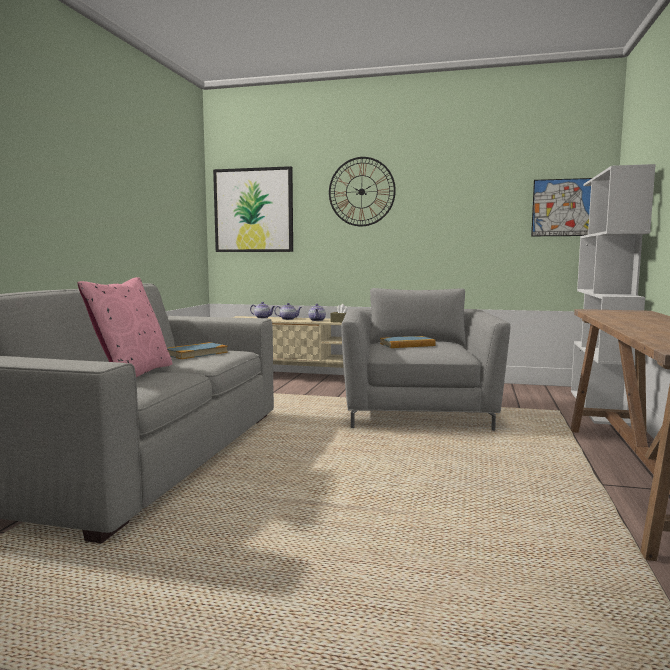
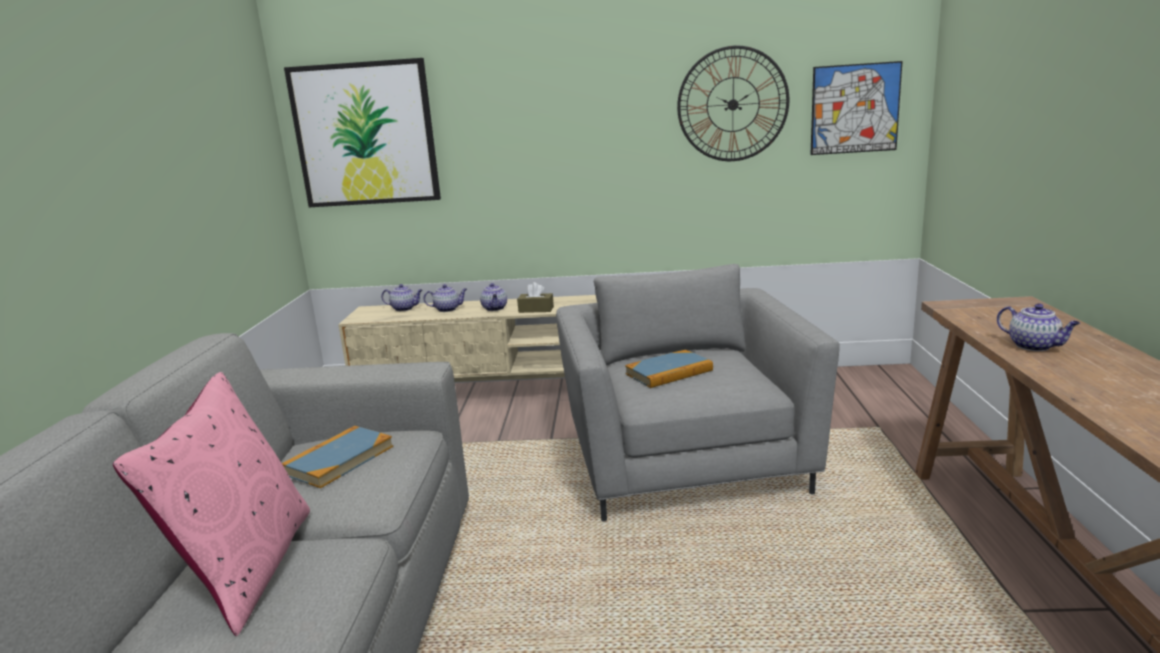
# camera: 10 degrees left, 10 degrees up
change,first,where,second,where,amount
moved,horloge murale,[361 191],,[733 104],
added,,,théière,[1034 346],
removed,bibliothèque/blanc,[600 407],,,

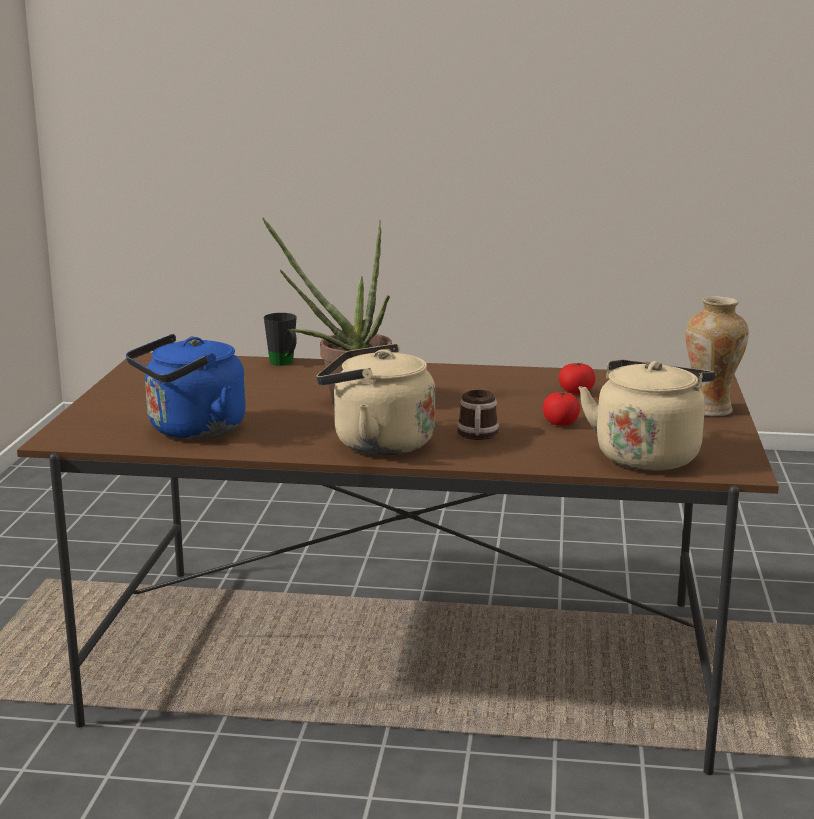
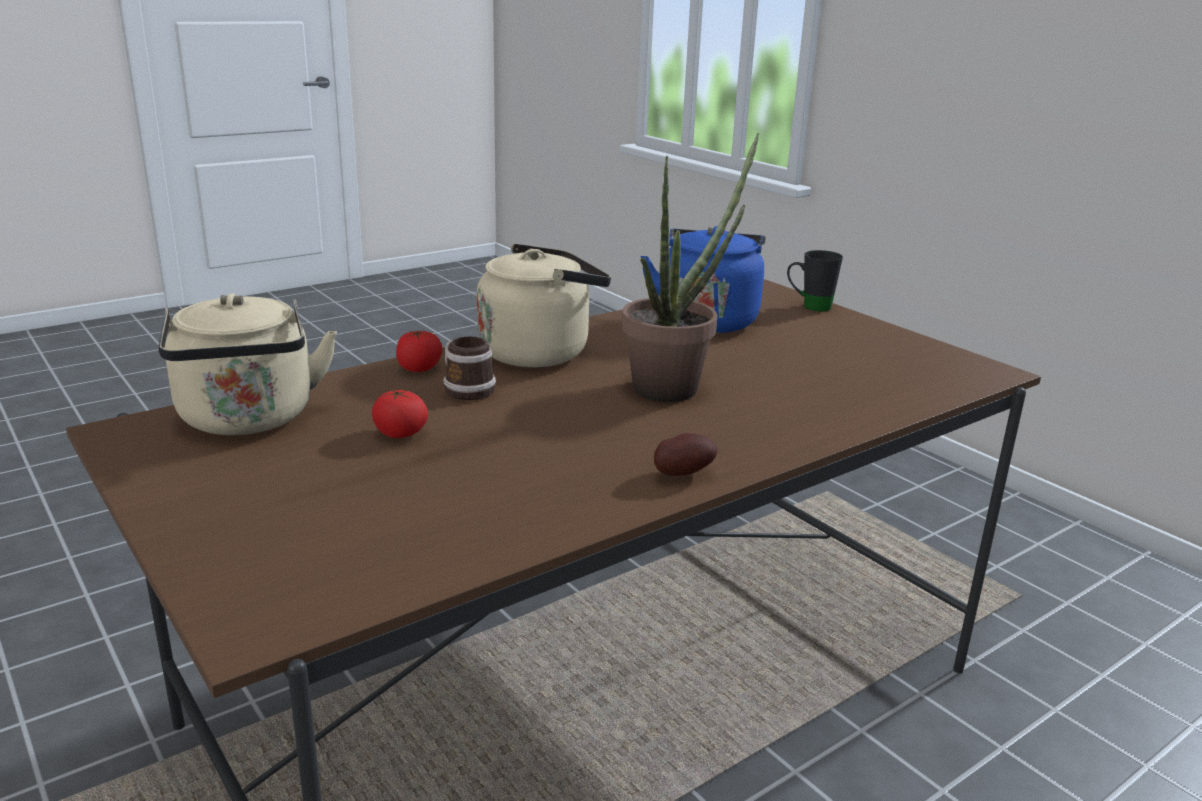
# camera: 135 degrees right, 5 degrees up
change,first,where,second,where,amount
moved,tomate,[576 392],,[419 368],
added,,,pomme de terre,[681 473],
moved,mug/noir,[284 363],,[809 306],
removed,vase,[711 410],,,

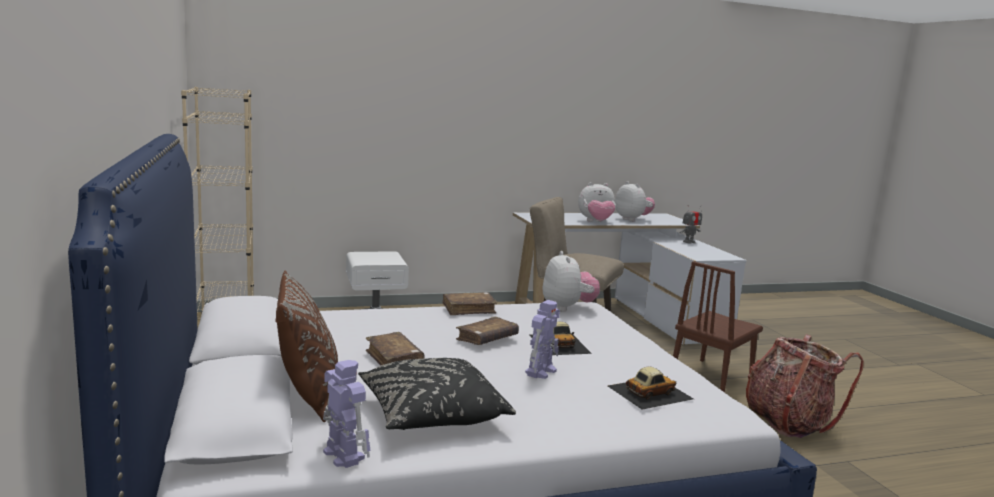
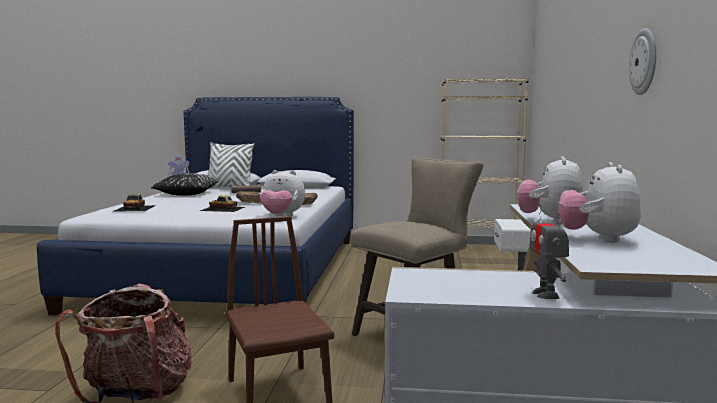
# camera: 115 degrees right, 5 degrees down
change,first,where,second,where,amount
recoloured,coussin/marron,[307 395],coussin/blanc,[229 188],
turned,peluche,[632 219],,[598 239],105 degrees clockwise
added,,,horloge murale,[644 62],
removed,robot jouet,[541 371],,,

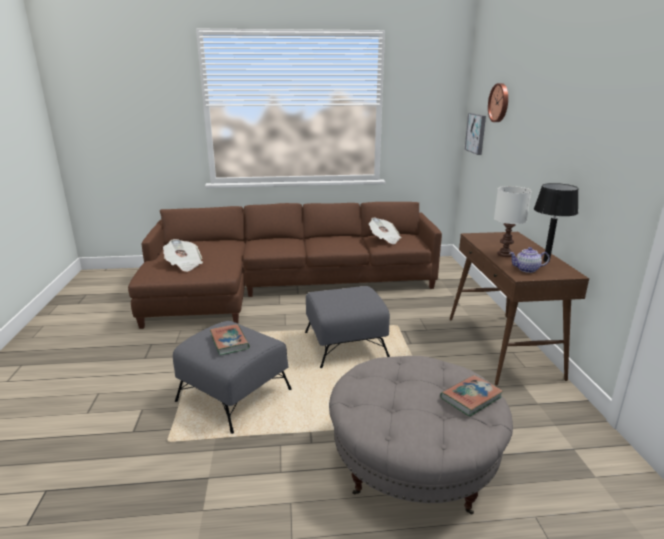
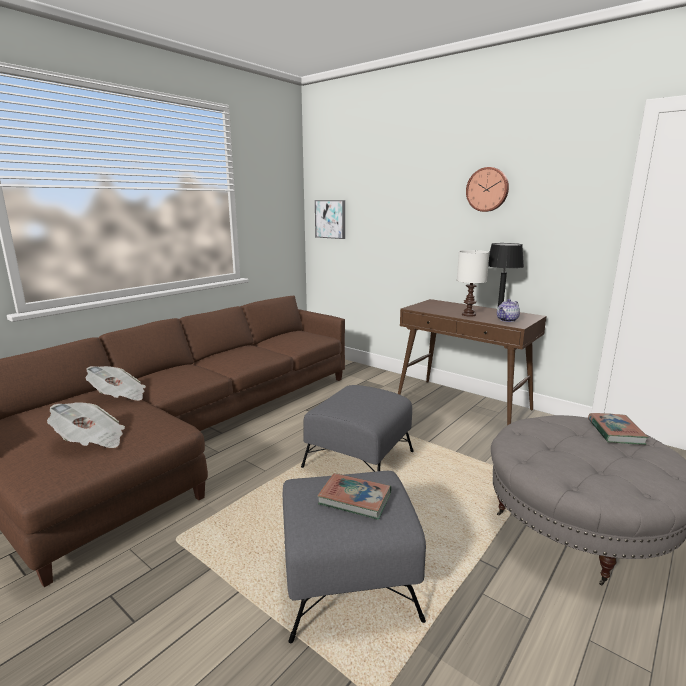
# camera: 45 degrees left, 5 degrees down
change,first,where,second,where,amount
moved,journal,[384 239],,[119 396],
moved,horloge murale,[499 103],,[487 189],

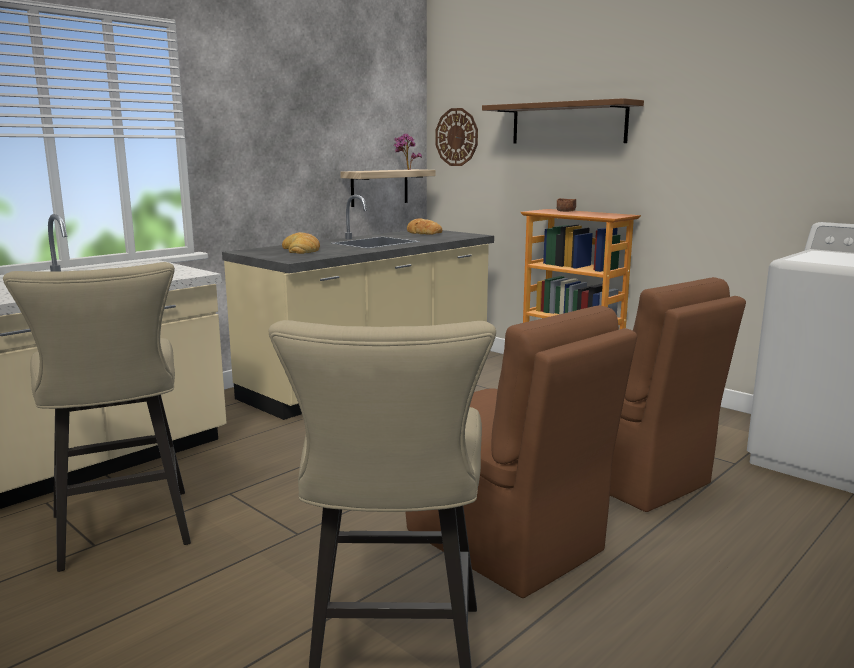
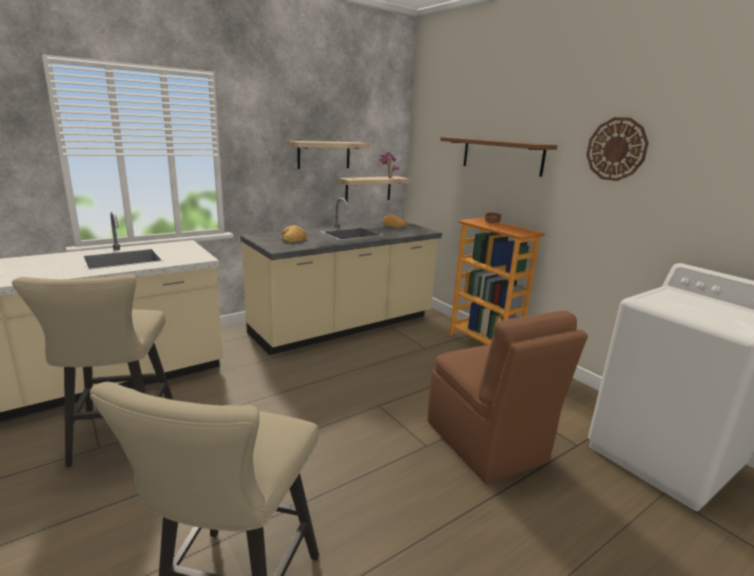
# camera: 10 degrees right, 5 degrees up
change,first,where,second,where,amount
added,,,étagère,[324 155],
moved,horloge murale,[456 137],,[616 149],
removed,chaise/marron,[506 543],,,

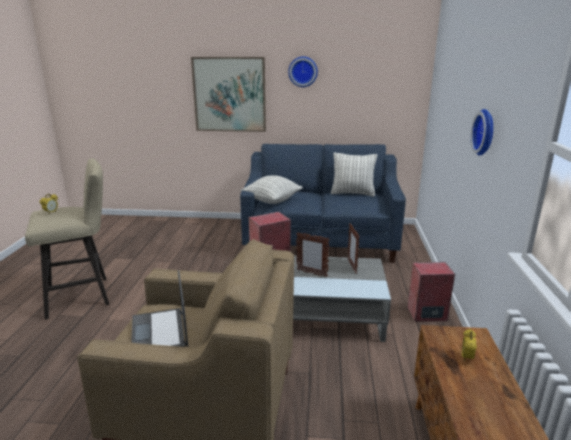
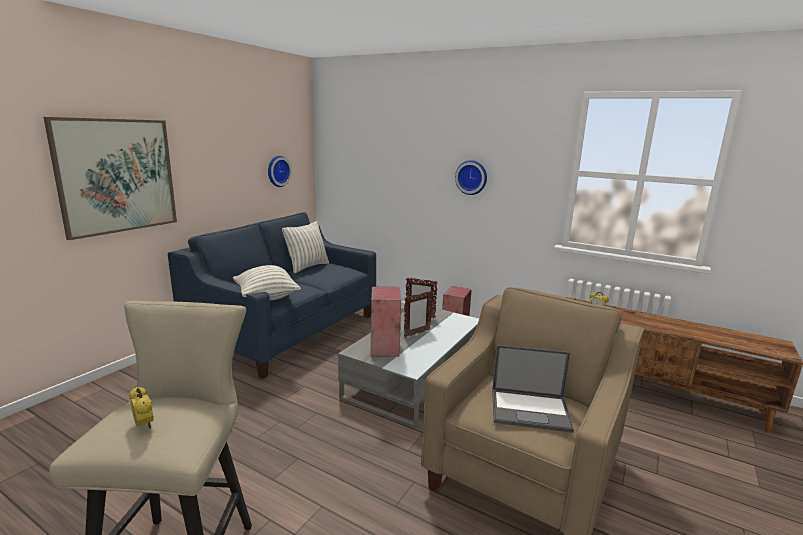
# camera: 65 degrees left, 5 degrees down
change,first,where,second,where,amount
moved,horloge murale,[303 71],,[277 171],

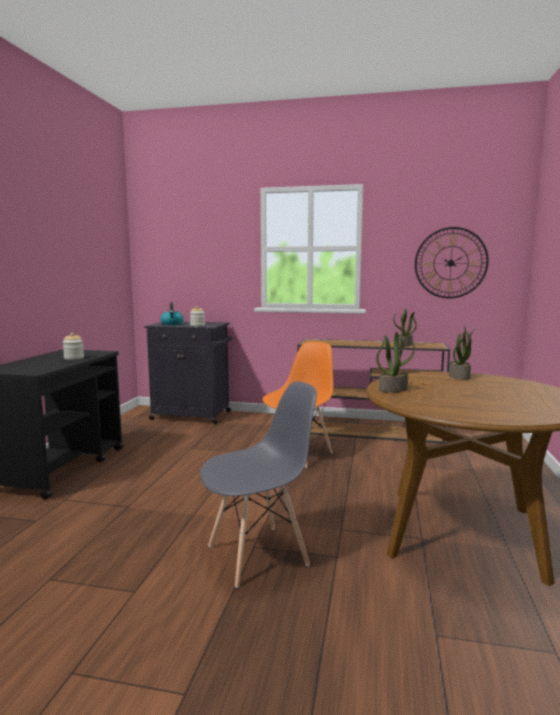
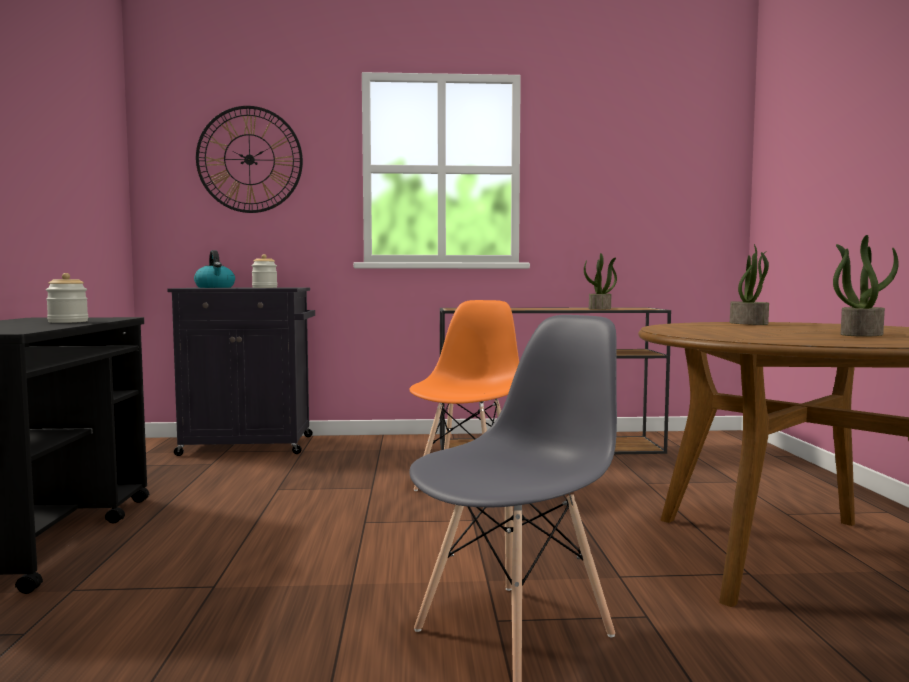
# camera: 15 degrees left, 5 degrees down
change,first,where,second,where,amount
moved,horloge murale,[450 263],,[249 159],
moved,plante en pot,[393 389],,[861 334],

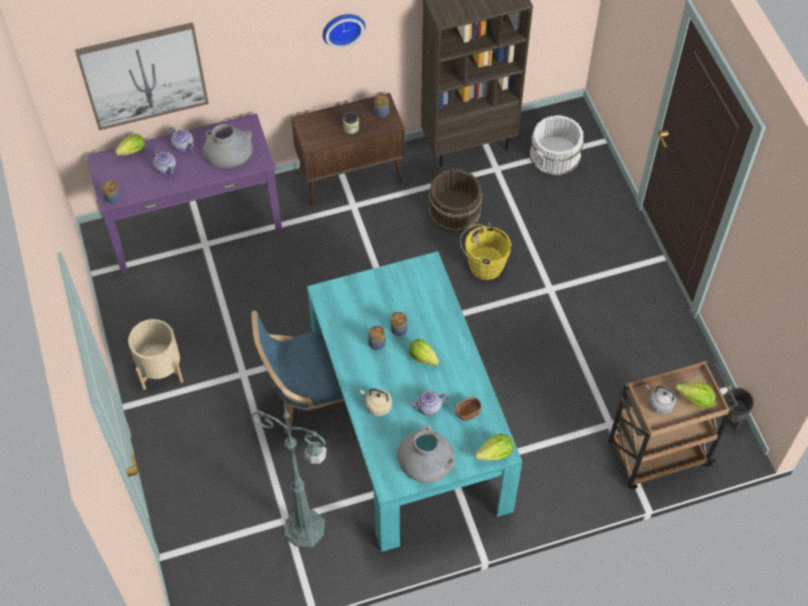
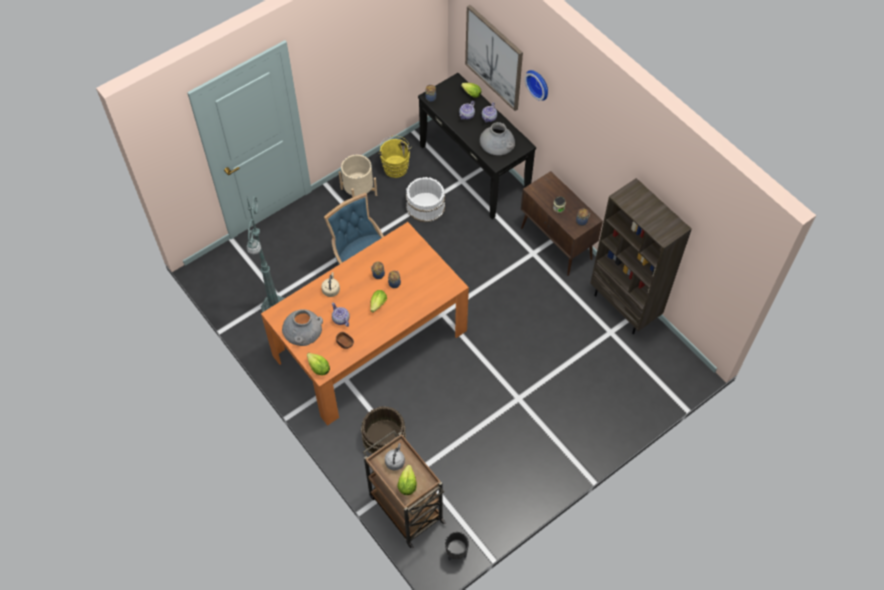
# camera: 70 degrees right, 0 degrees up
change,first,where,second,where,amount
recoloured,table à manger/turquoise,[410 426],table à manger/orange,[370 343],
moved,seau/marron,[454 209],,[383 437],
moved,seau/jaune,[483 265],,[395 166],
moved,seau/blanc,[555 155],,[425 207],
recoloured,table console/violet,[194 224],table console/noir,[474 170],
moved,horloge murale,[342 27],,[539 84],

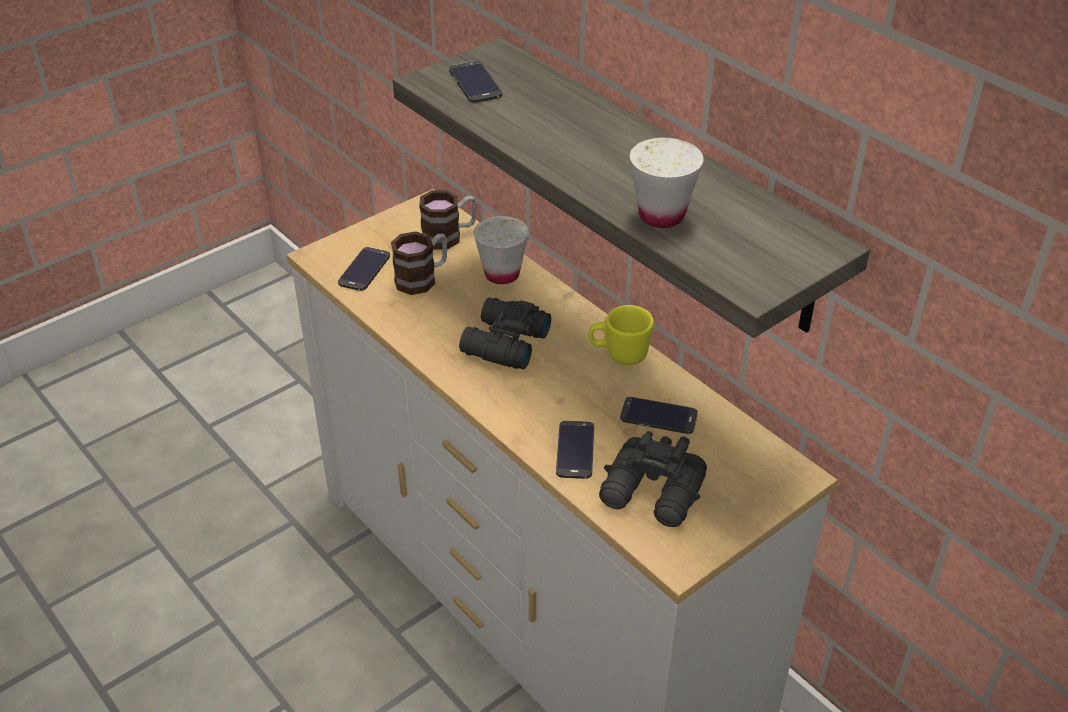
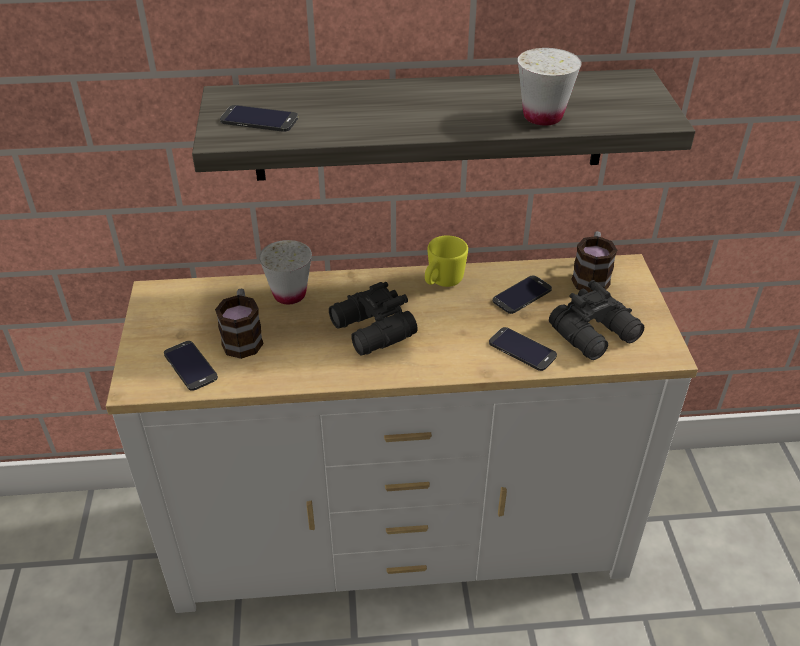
# camera: 55 degrees left, 0 degrees up
change,first,where,second,where,amount
moved,mug,[449 236],,[591 276],

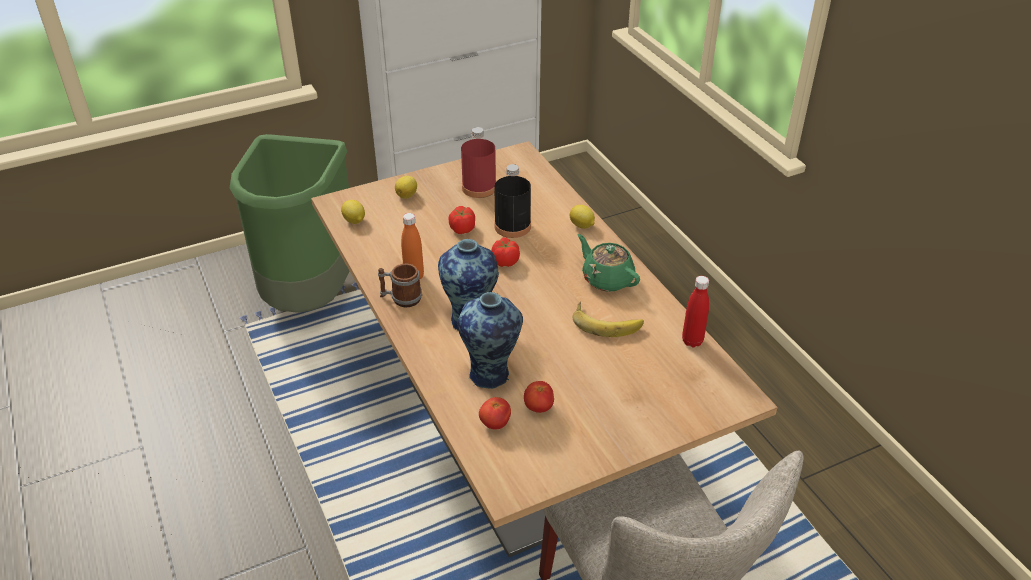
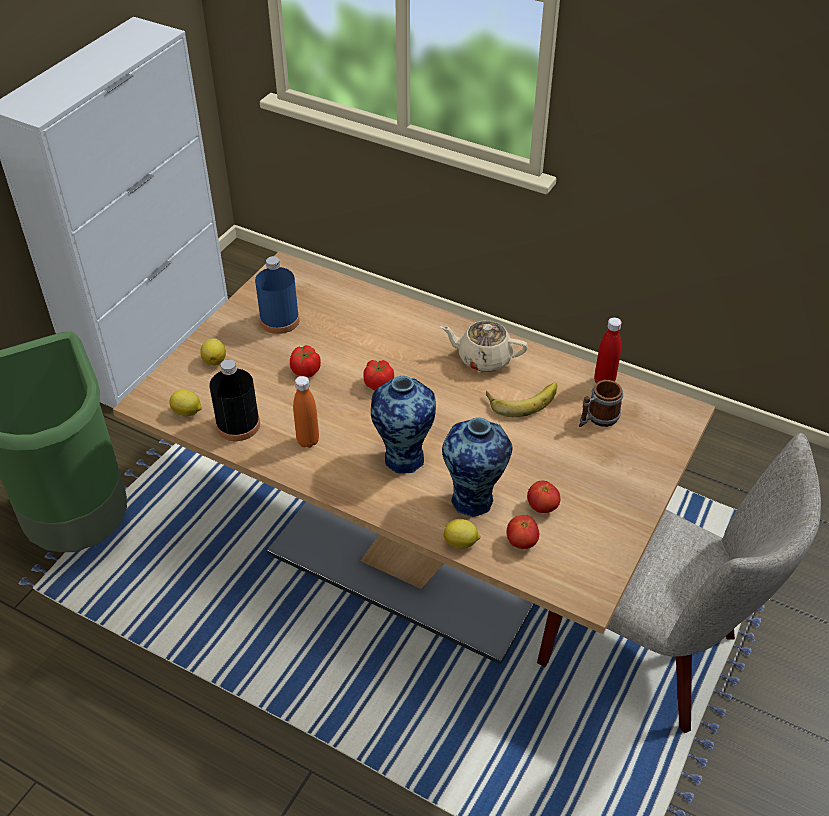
# camera: 35 degrees left, 5 degrees up
change,first,where,second,where,amount
moved,bouteille/noir,[512 226],,[238 425],
recoloured,bouteille/rouge,[479 188],bouteille/bleu,[279 320],
recoloured,théière/vert,[606 279],théière/beige,[483 358],
moved,citron,[582 226],,[461 543],
moved,mug,[401 298],,[597 419],

